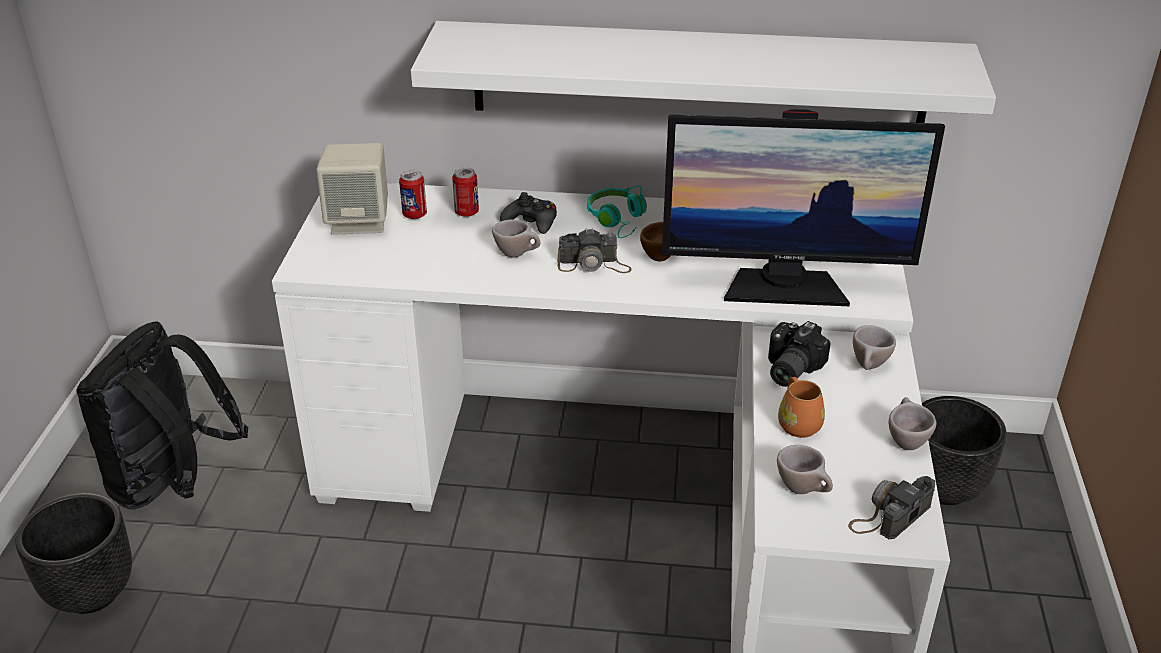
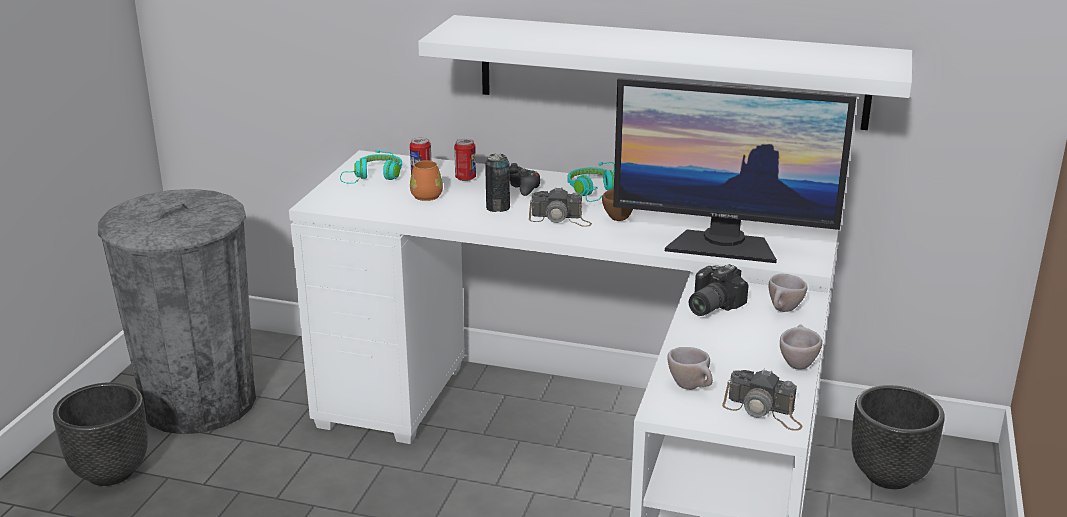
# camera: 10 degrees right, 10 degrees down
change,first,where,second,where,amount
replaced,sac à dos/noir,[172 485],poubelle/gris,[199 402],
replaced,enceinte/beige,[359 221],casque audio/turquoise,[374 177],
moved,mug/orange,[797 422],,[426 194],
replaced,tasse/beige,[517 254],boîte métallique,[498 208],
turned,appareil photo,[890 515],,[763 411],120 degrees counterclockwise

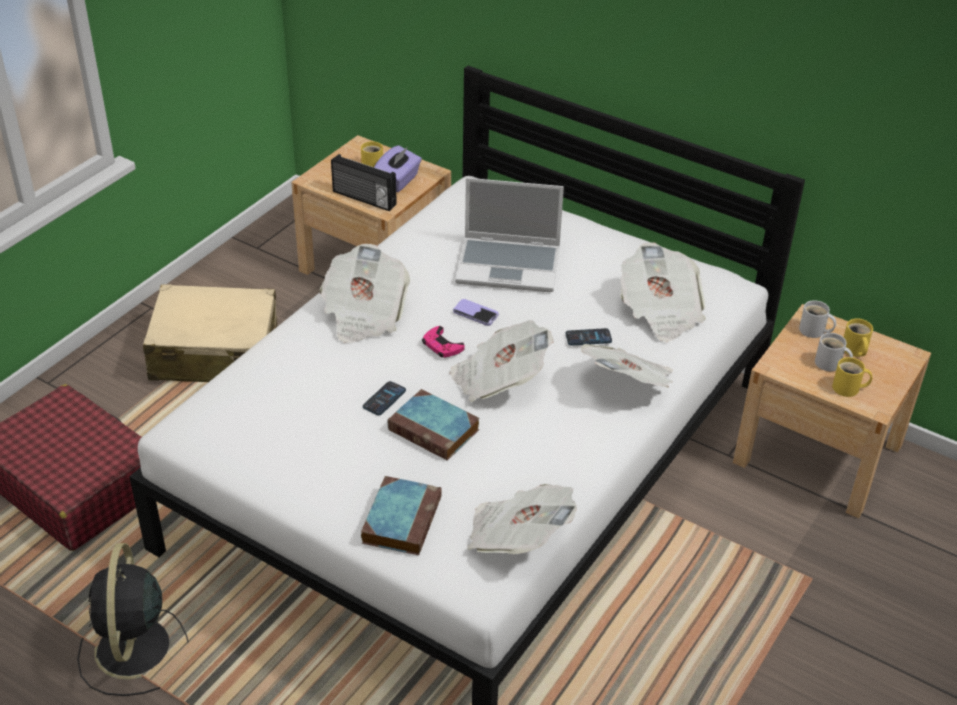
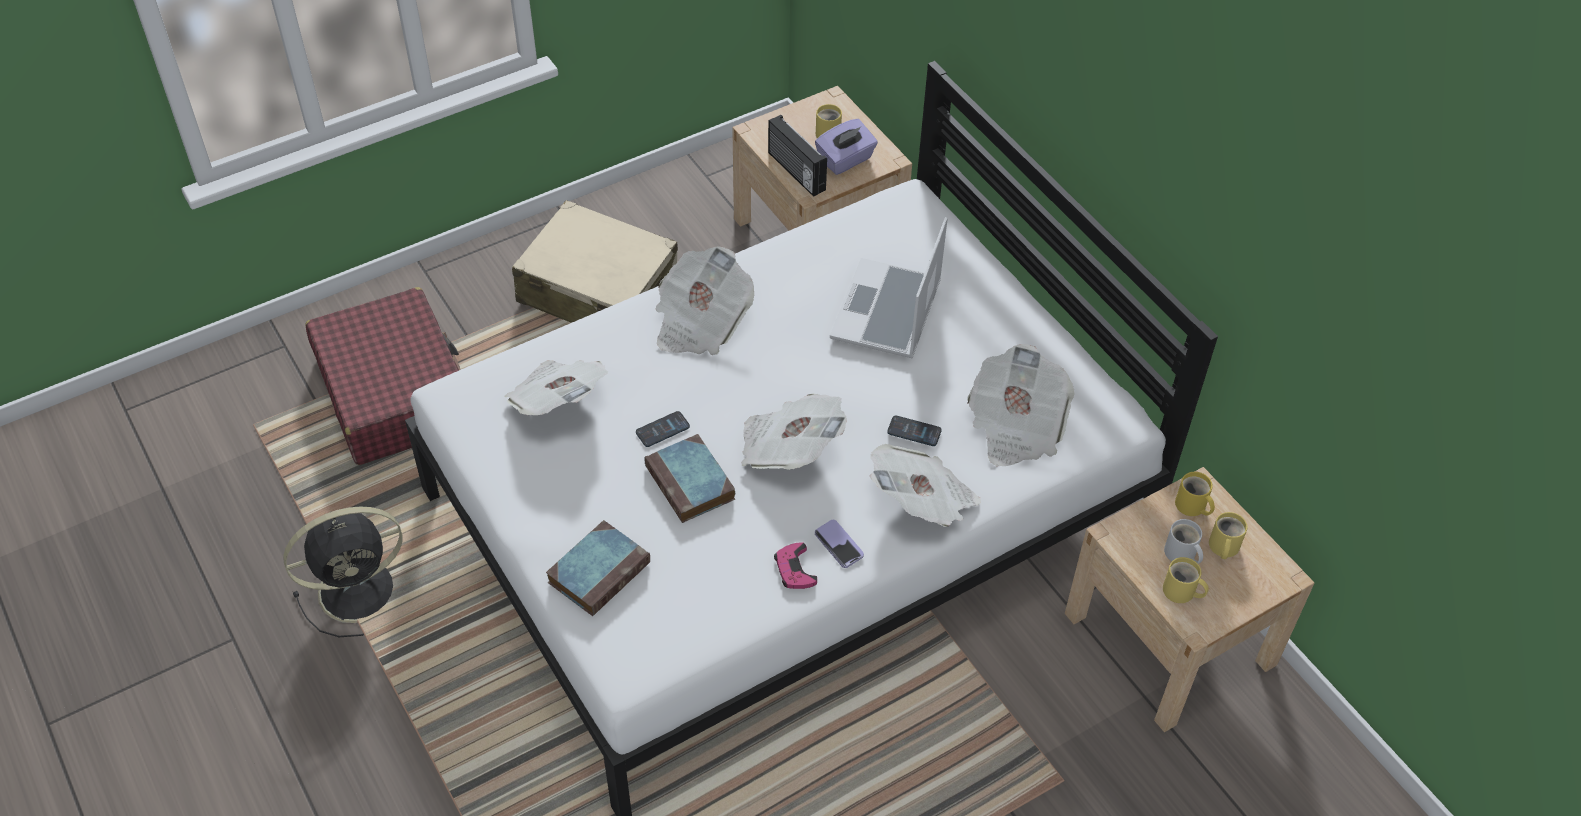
# camera: 25 degrees right, 10 degrees up
change,first,where,second,where,amount
turned,ventilateur/noir,[133 651],,[361 589],135 degrees counterclockwise
moved,journal,[517 538],,[558 402],
moved,manette/rose,[442 346],,[795 569],
moved,téléphone,[475 313],,[839 545],
turned,ordinateur portable,[510 266],,[888 313],75 degrees clockwise
recoloured,mug/blanc,[814 331],mug/jaune,[1191 507],

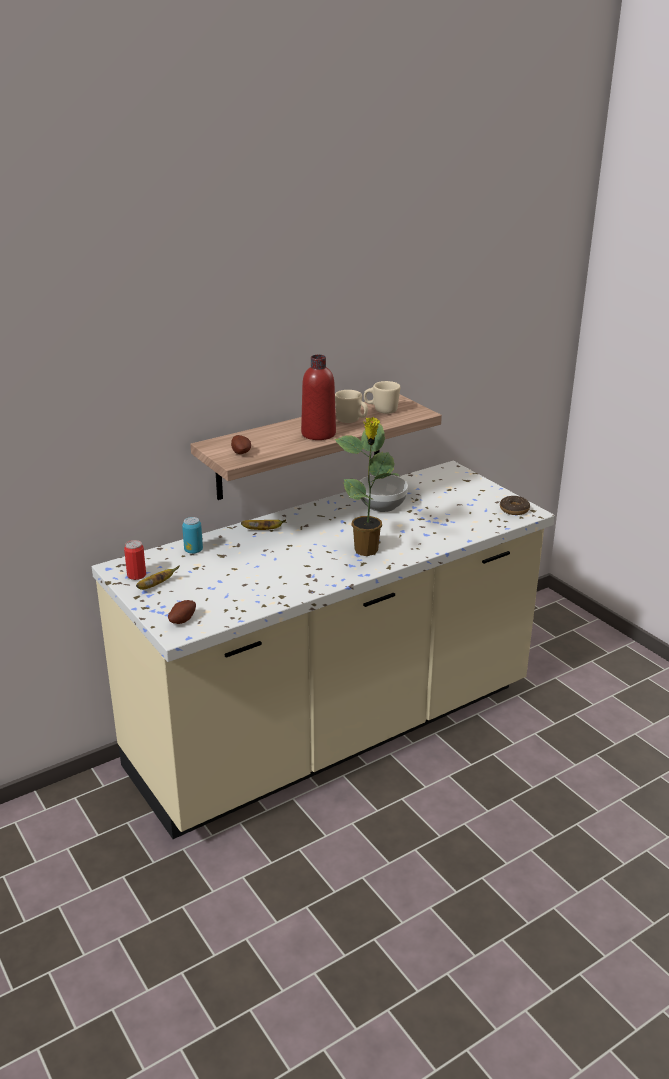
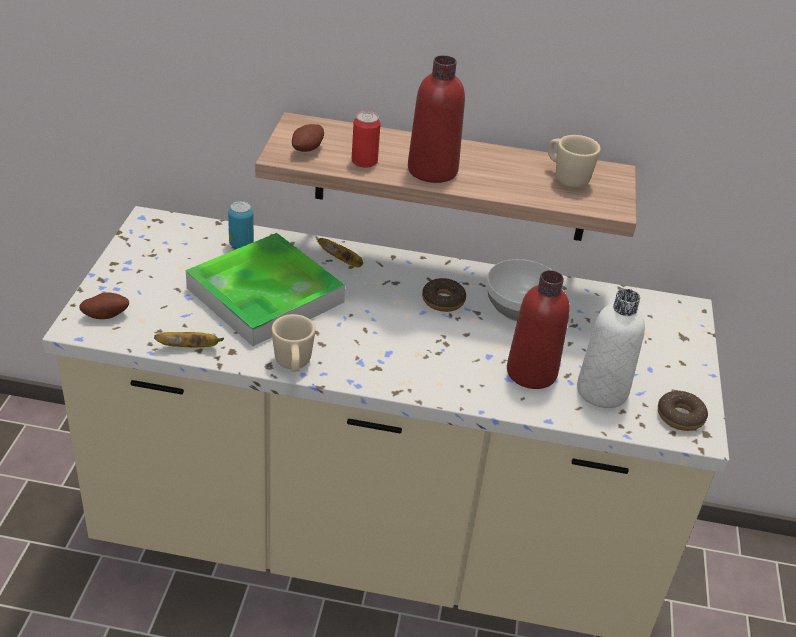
# camera: 40 degrees right, 10 degrees up
change,first,where,second,where,amount
moved,banane,[156 585],,[190 347],
added,,,plateau,[265 295],
moved,mug/beige,[351 421],,[293 365],
moved,boîte métallique,[136 575],,[364 161],
added,,,beignet,[443 300],
added,,,bouteille/rouge,[531 372],
added,,,bouteille/blanc,[602 391],
removed,plante en pot,[366 551],,,

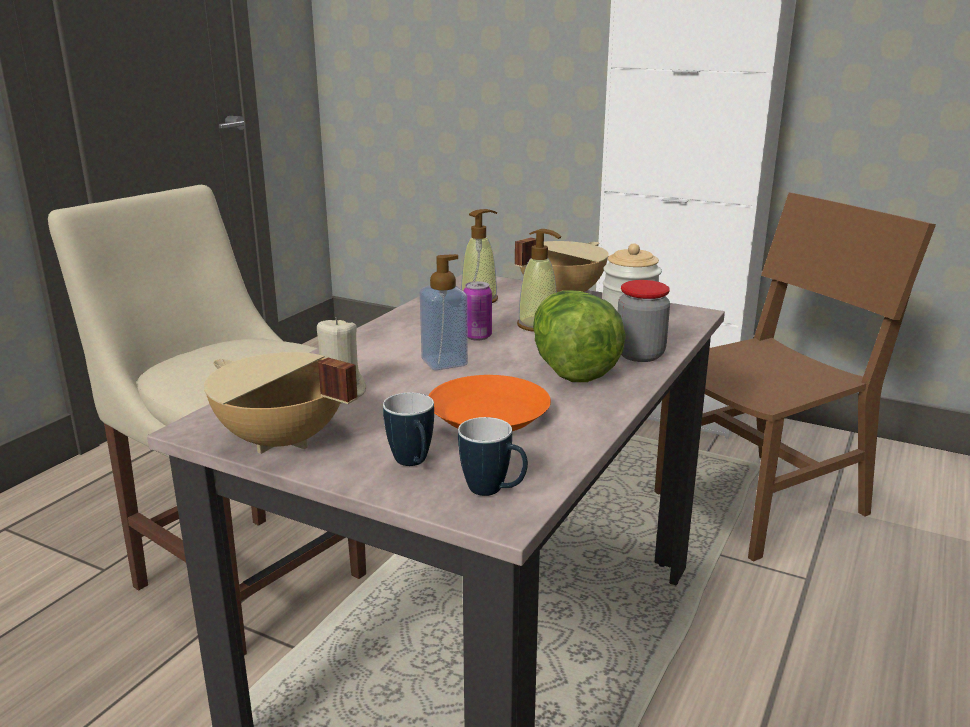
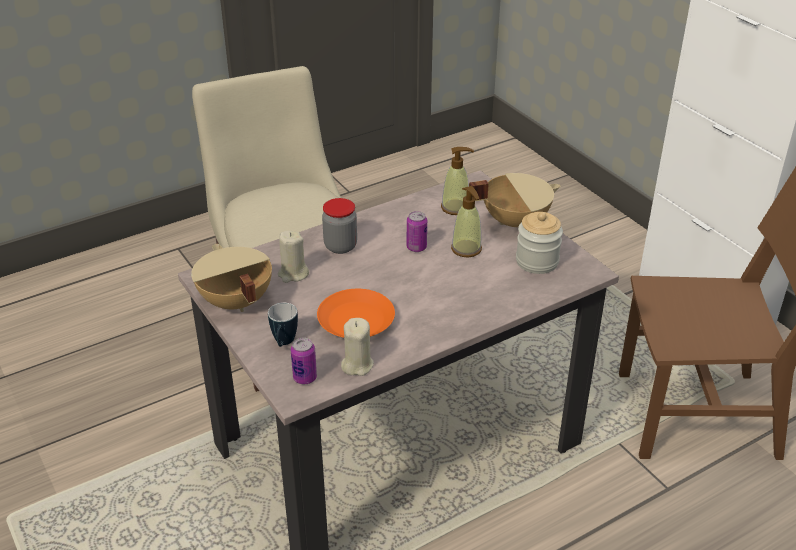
# camera: 30 degrees right, 15 degrees up
change,first,where,second,where,amount
replaced,mug,[494 492],boîte métallique,[305 378],
moved,bocal,[640 355],,[340 246],
added,,,bougie/beige,[357 365],
removed,distributeur de savon,[444 362],,,
removed,laitue,[570 368],,,

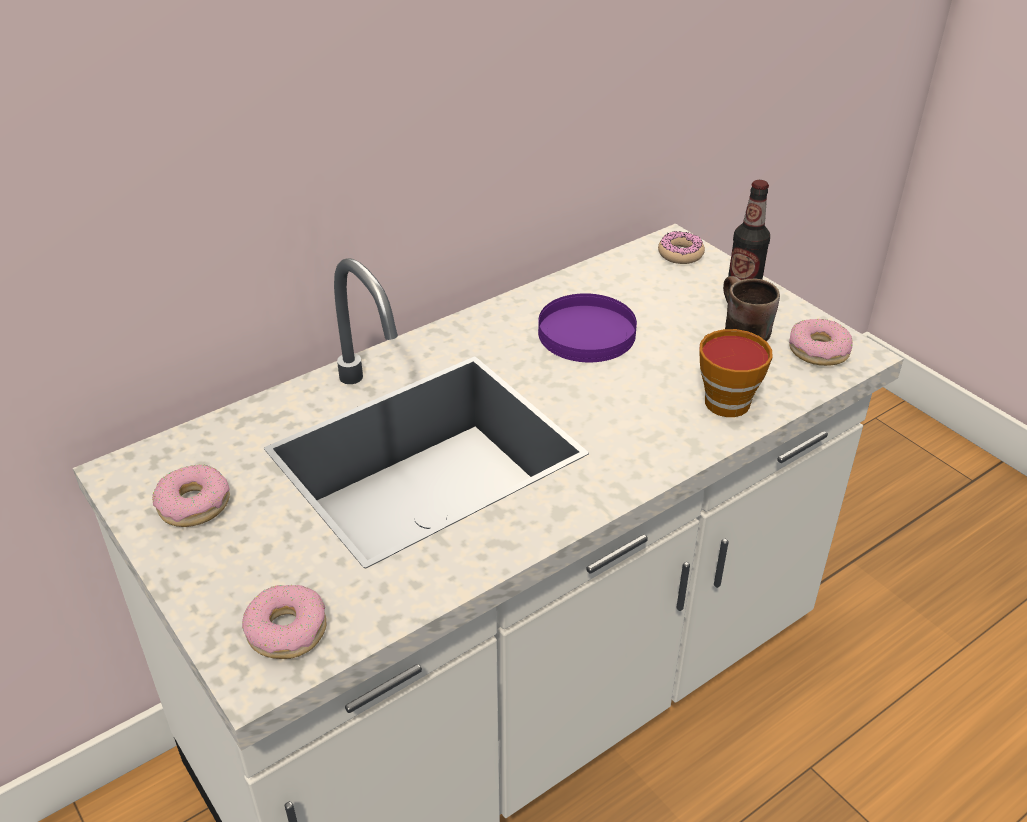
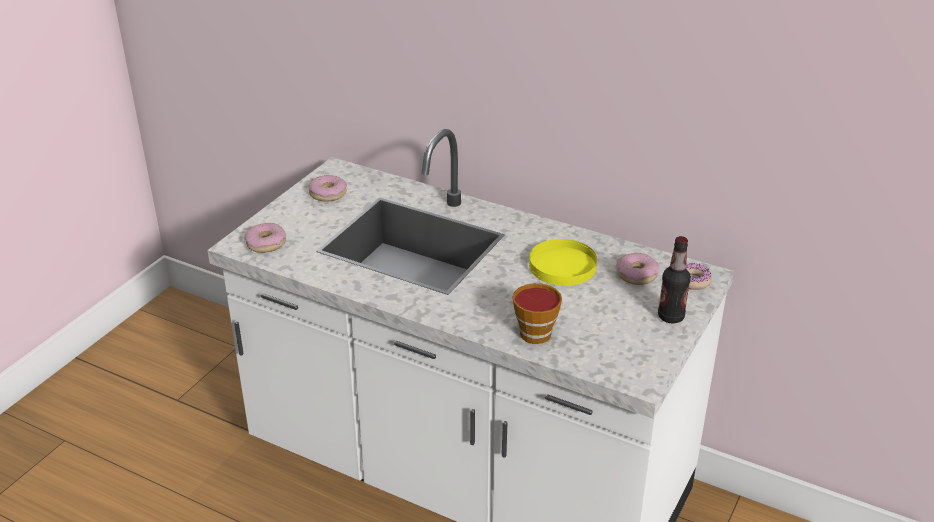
# camera: 65 degrees right, 5 degrees down
change,first,where,second,where,amount
recoloured,assiette/violet,[587 332],assiette/jaune,[563 266],
moved,beignet,[818 350],,[636 274],
removed,mug/marron,[738 328],,,

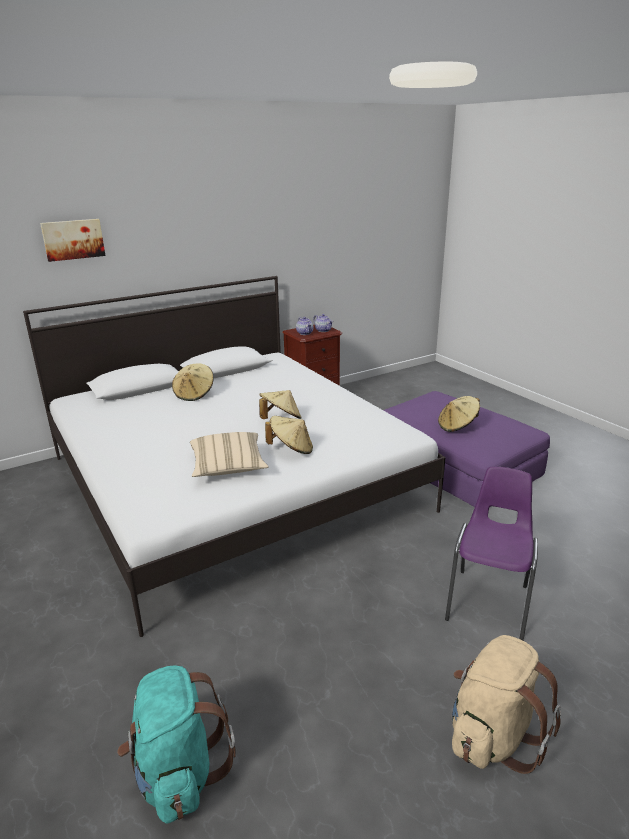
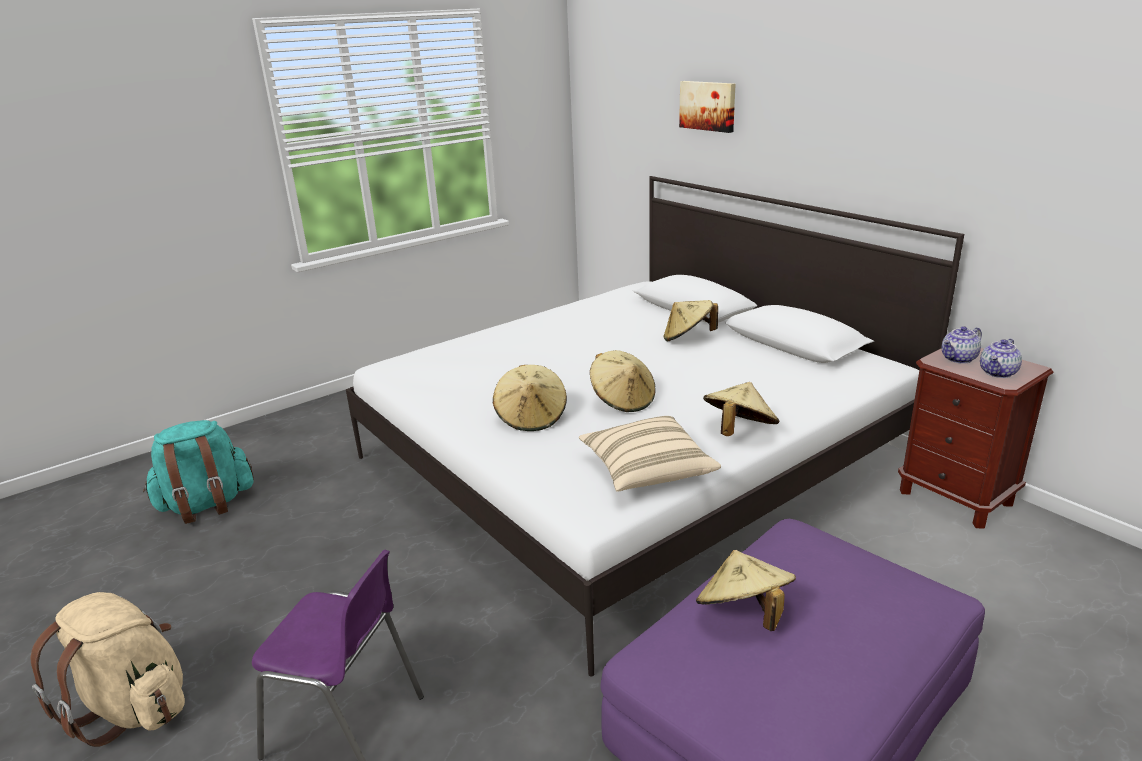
# camera: 85 degrees right, 0 degrees up
change,first,where,second,where,amount
moved,coussin/beige,[228 467],,[647 471],
added,,,chapeau/beige,[738 431],

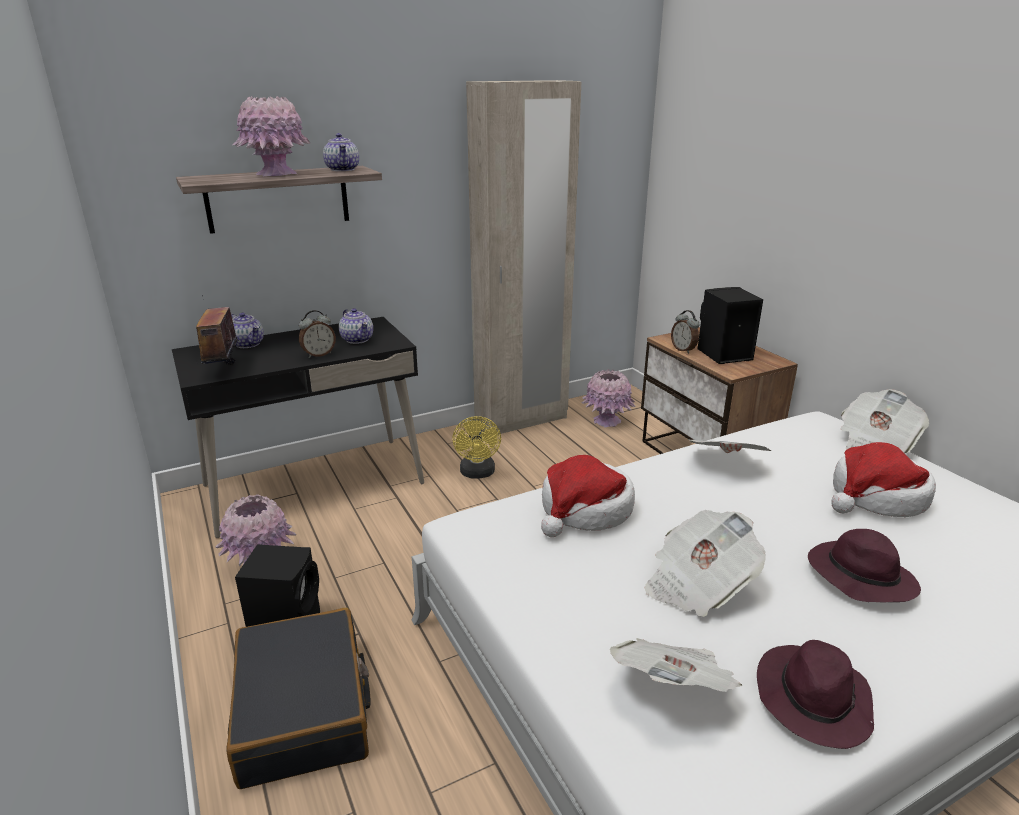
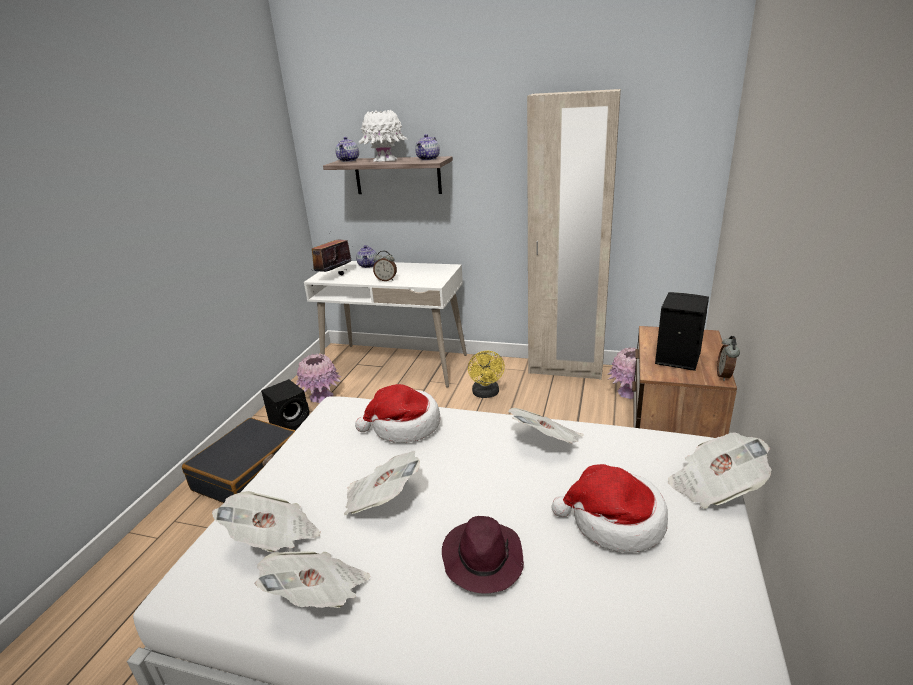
# camera: 45 degrees right, 0 degrees up
change,first,where,second,where,amount
replaced,chapeau/violet,[812 698],journal,[319 595],
recoloured,bureau/noir,[314 484],bureau/blanc,[395 365],
moved,théière,[357 339],,[349 160],
recoloured,vase/rose,[277 174],vase/blanc,[385 160],
turned,ventilateur/jaune,[477 473],,[486 394],45 degrees counterclockwise
moved,réveil,[683 350],,[725 376],

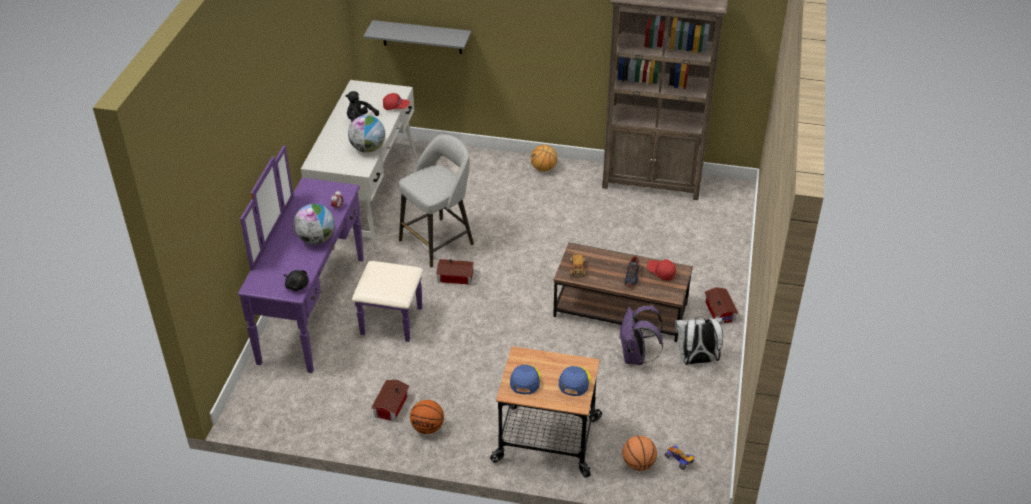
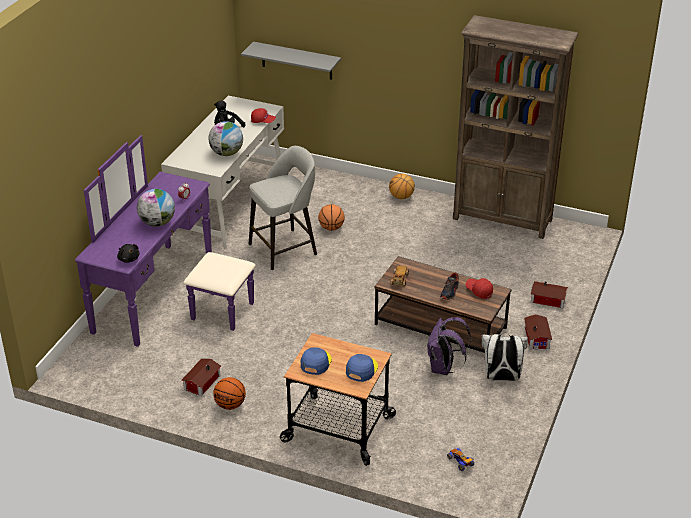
# camera: 10 degrees right, 5 degrees down
change,first,where,second,where,amount
moved,ballon de basket,[638 464],,[331 228],
moved,maison miniature,[456 277],,[549 300],

